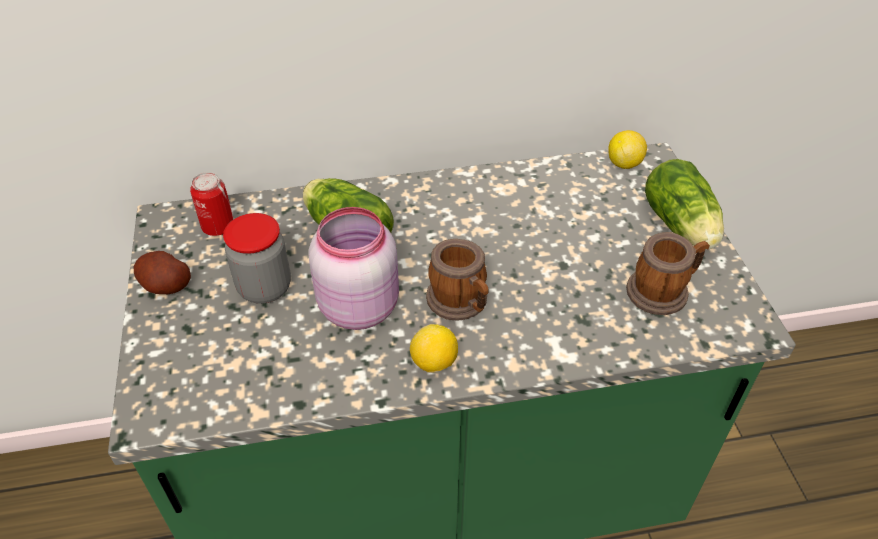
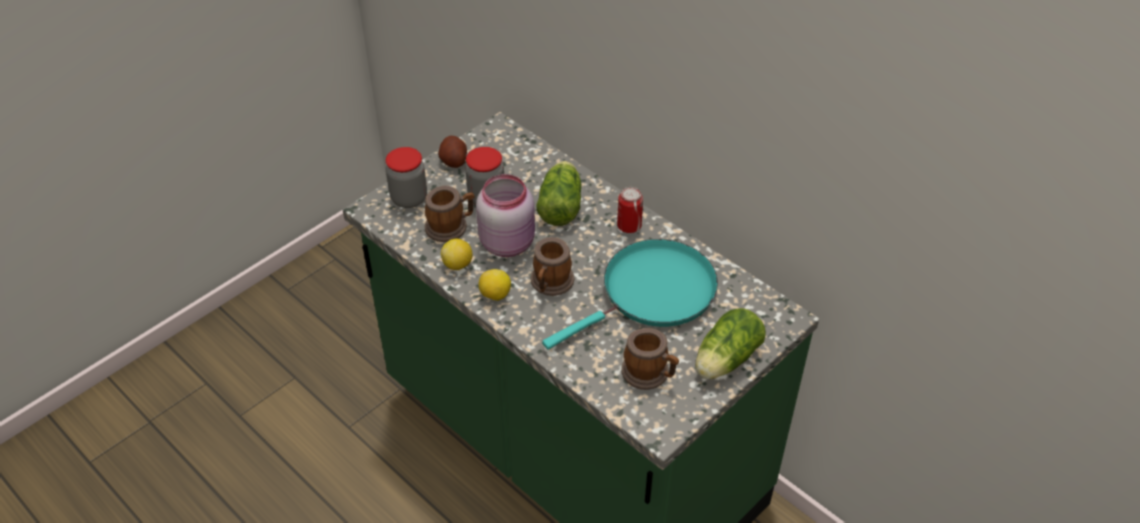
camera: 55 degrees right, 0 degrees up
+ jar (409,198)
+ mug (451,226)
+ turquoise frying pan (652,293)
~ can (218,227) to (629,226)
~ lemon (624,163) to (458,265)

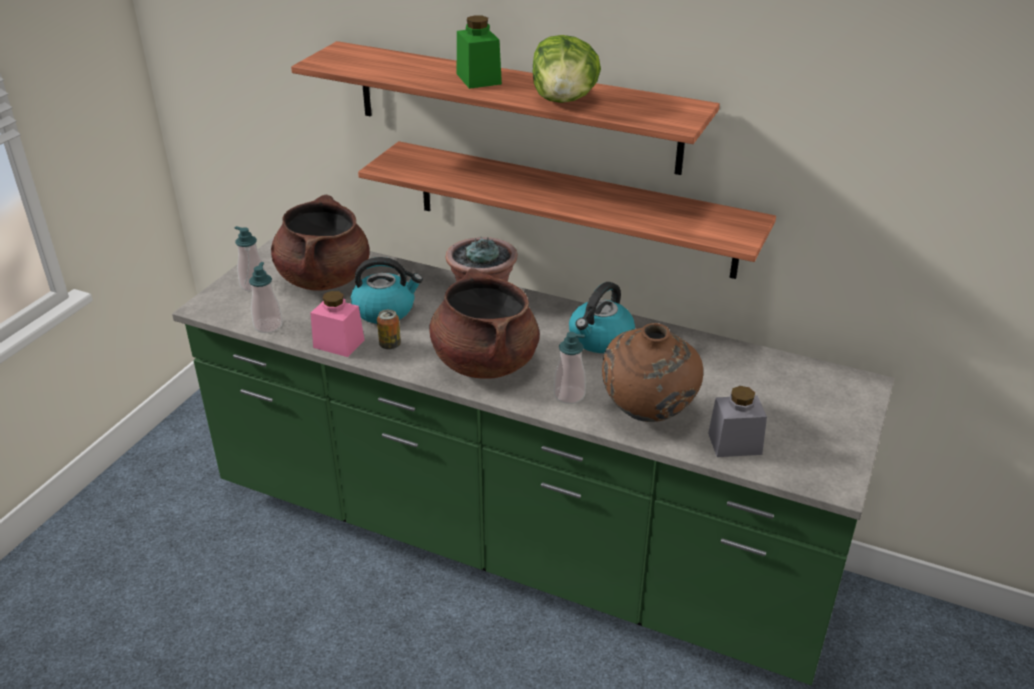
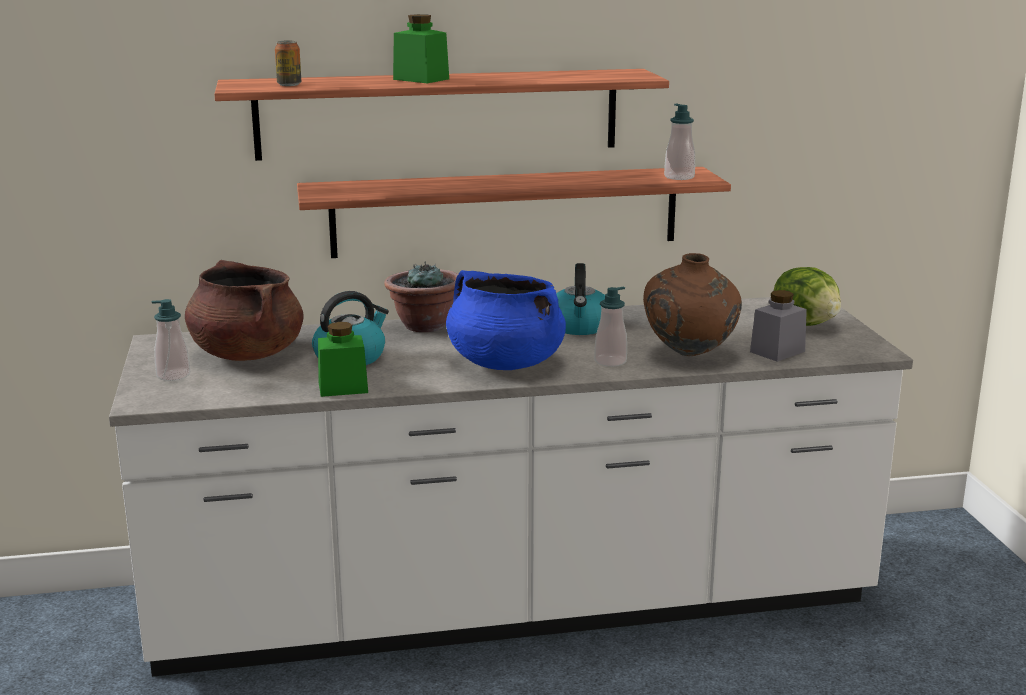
camera: 35 degrees left, 15 degrees down
~ soap dispenser (268,326) to (679,177)
~ can (390,345) to (289,84)
~ lettuce (564,100) to (806,323)
~ green counter (517,539) to white counter (513,604)
~ pink jar (339,344) to green jar (343,387)
~ brown cooking pot (484,362) to blue cooking pot (504,363)

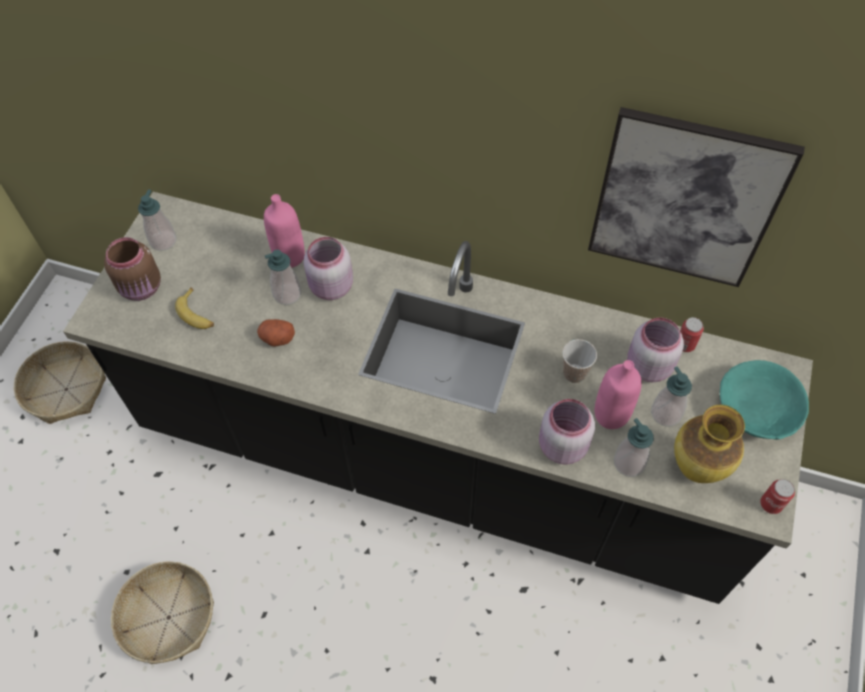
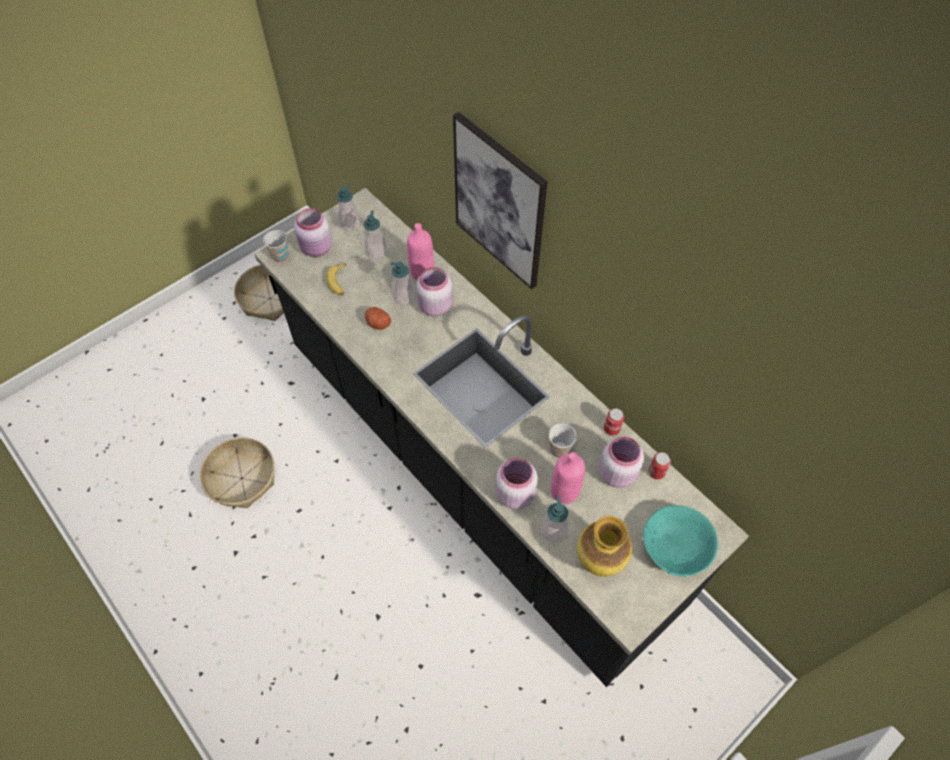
camera: 30 degrees right, 0 degrees up
+ cup (280,256)
~ picture (685,200) to (499,203)
~ soap dispenser (666,413) to (376,251)
~ can (771,504) to (611,429)
~ brown jar (142,288) to pink jar (317,249)

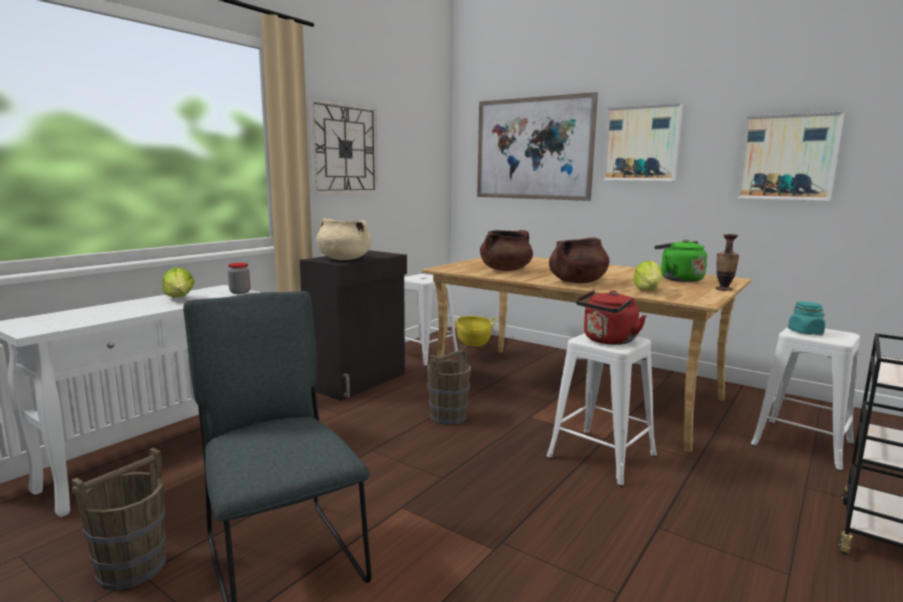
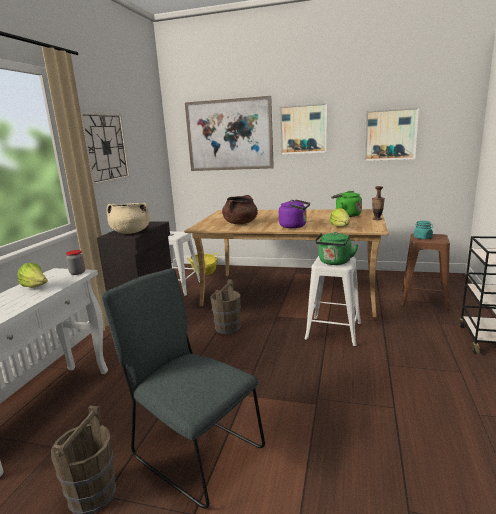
camera: 20 degrees left, 5 degrees up
~ brown cooking pot (577,282) to purple kettle (294,226)
~ red kettle (607,341) to green kettle (334,262)
~ white stool (801,444) to brown stool (423,299)

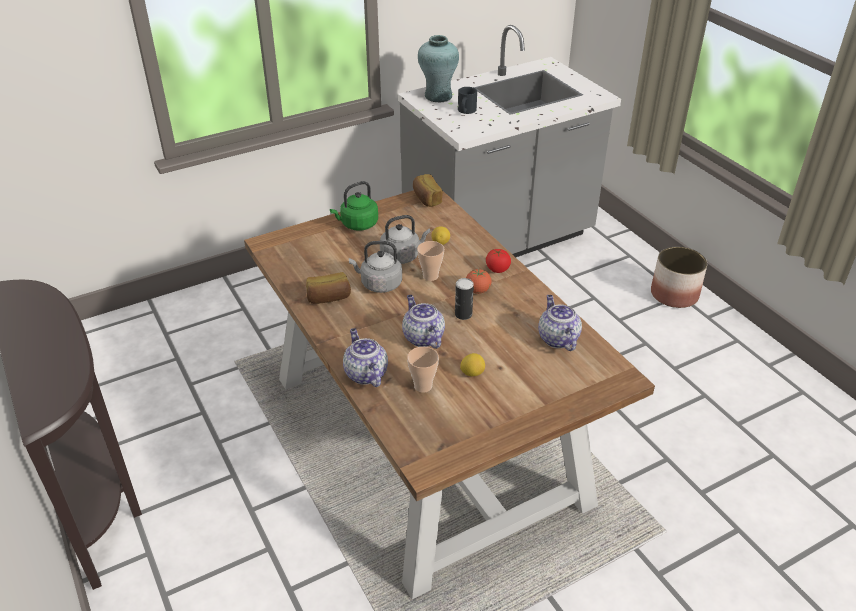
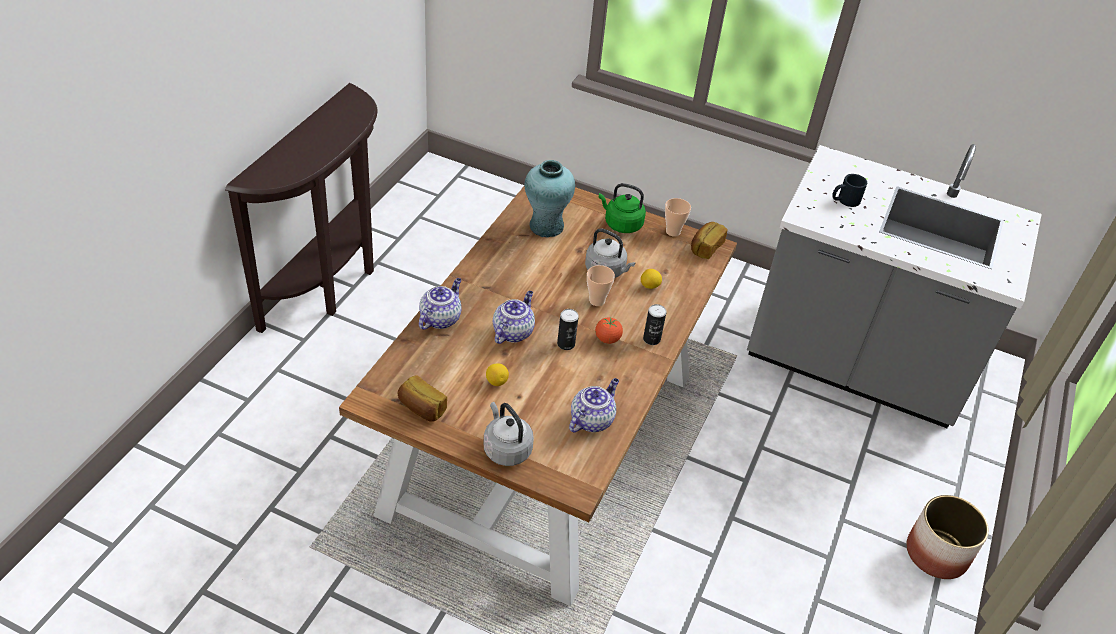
camera: 50 degrees right, 5 degrees up
~ bread (328,298) to (421,408)
~ grey kettle (379,284) to (506,448)
~ cup (423,386) to (673,231)
~ turquoise vase (438,96) to (546,226)
~ tomato (497,269) to can (651,339)

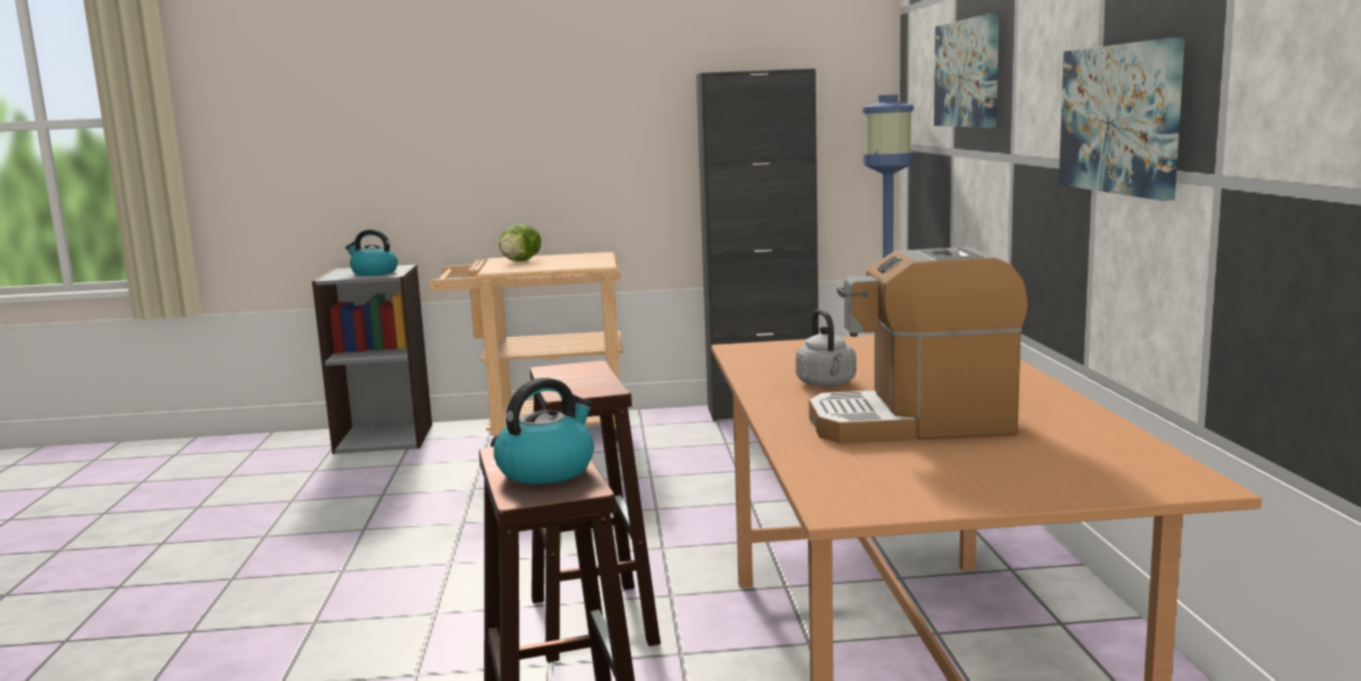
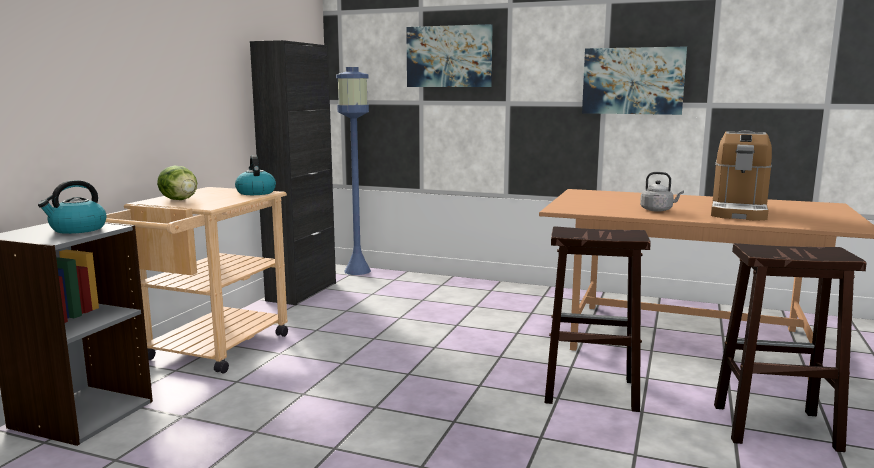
camera: 65 degrees left, 0 degrees up
~ kettle (547,470) to (255,192)

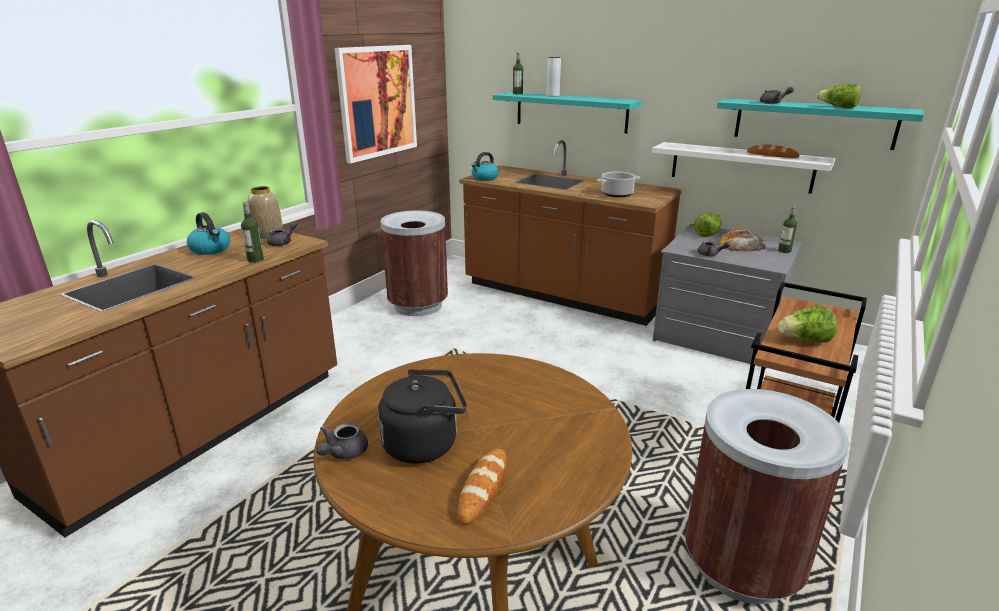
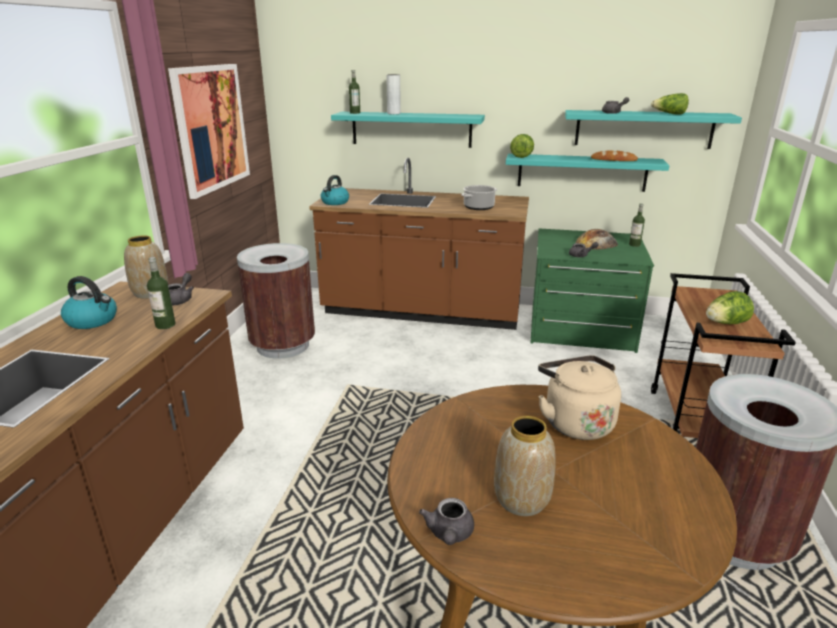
camera: 20 degrees left, 0 degrees up
- bread (483,488)
+ beige kettle (575,422)
~ lettuce (707,234) to (522,156)
~ black kettle (425,443) to vase (522,500)
~ white shelf (741,167) to turquoise shelf (581,172)
~ grey dresser (718,335) to green dresser (580,328)

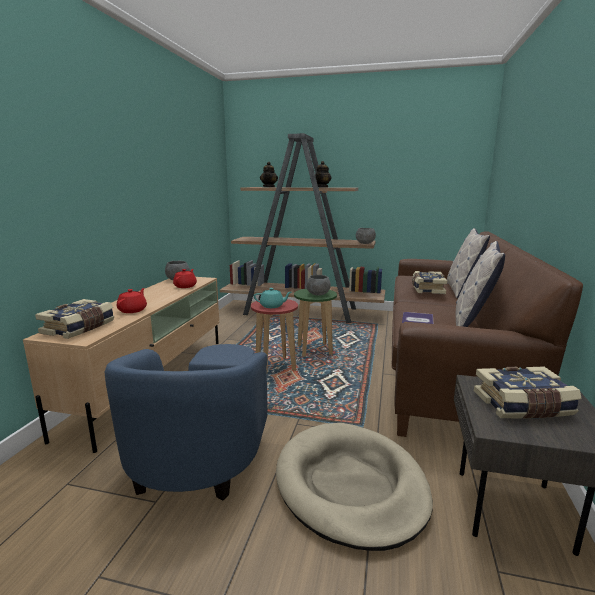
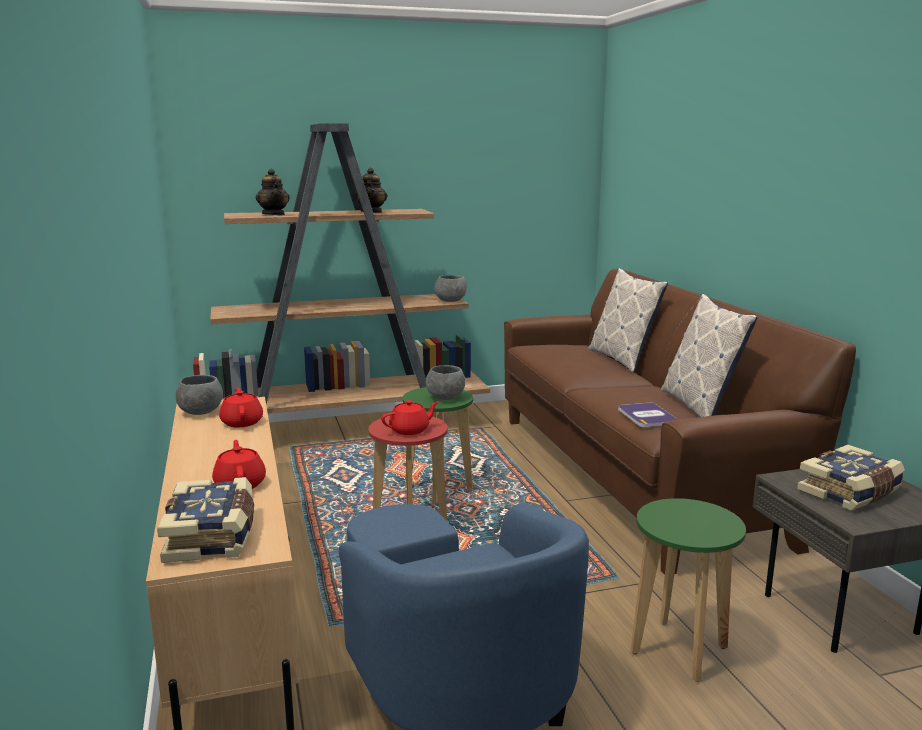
camera: 30 degrees left, 0 degrees up
- book (427,289)
~ beige dog bed (350,486) to green stool (679,650)
~ turquoise teapot (272,306) to red teapot (410,430)

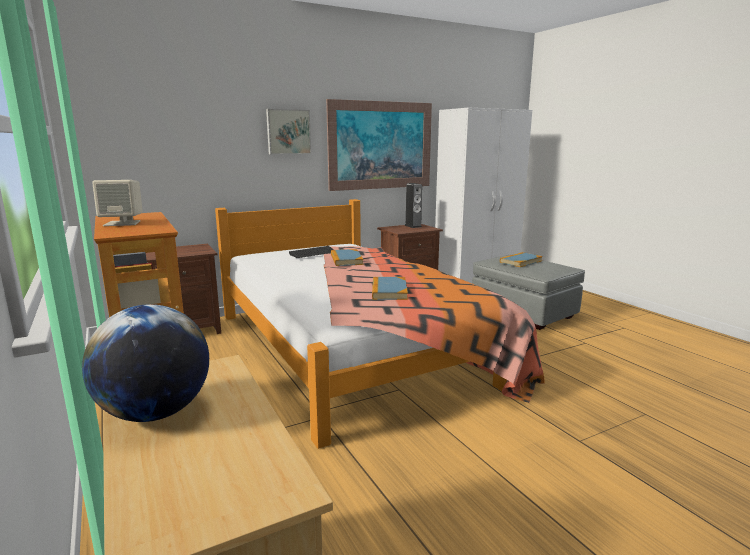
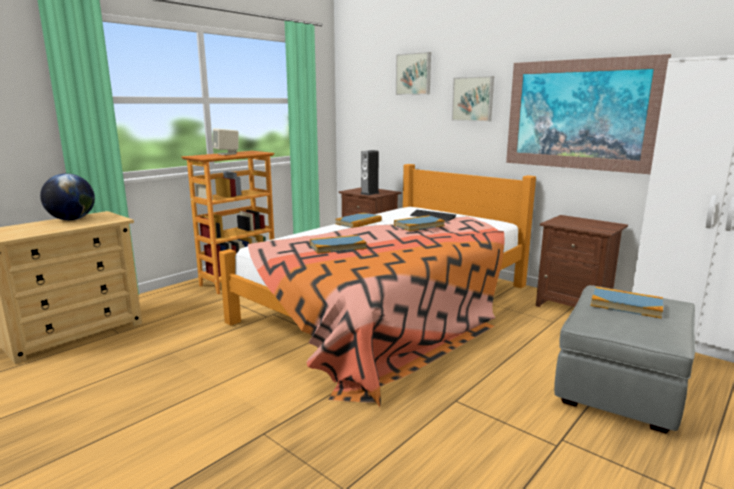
camera: 70 degrees right, 0 degrees up
+ book (358,222)
+ picture (414,74)
~ speaker (413,226) to (369,193)

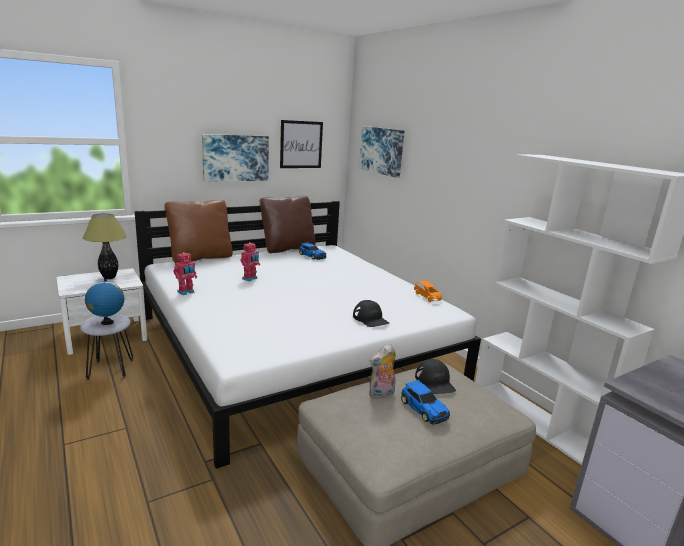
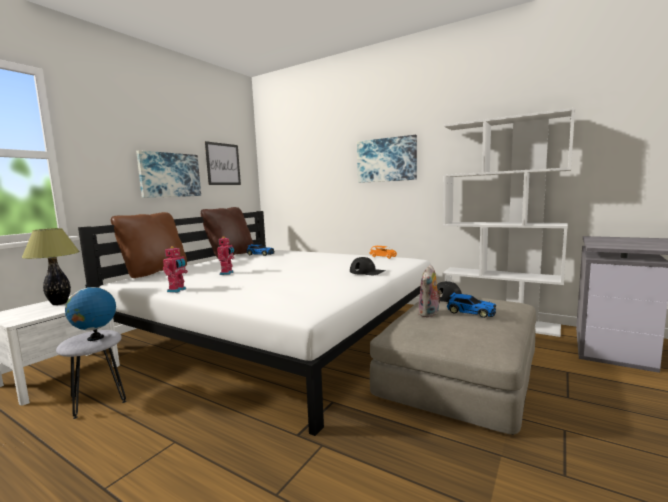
camera: 25 degrees left, 10 degrees down
~ picture (382,150) to (386,160)

